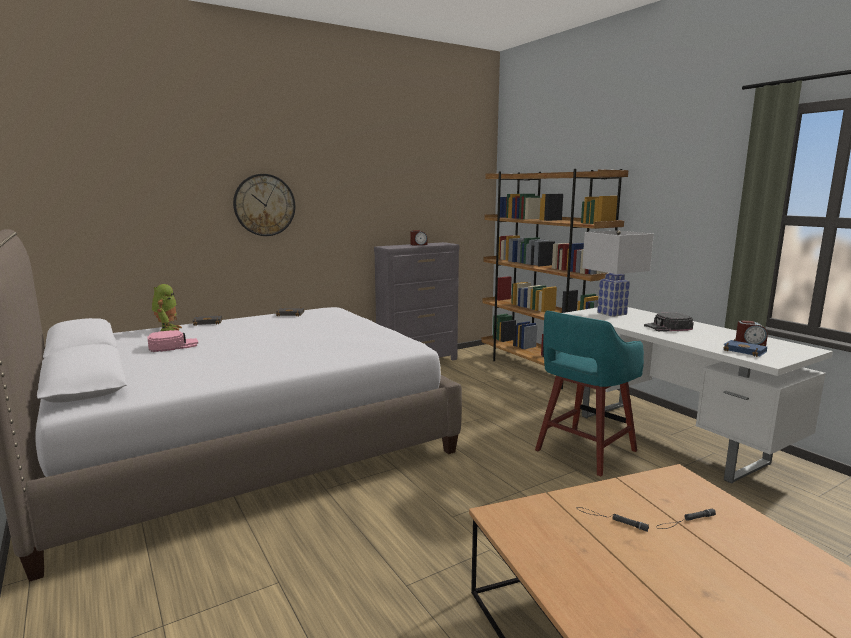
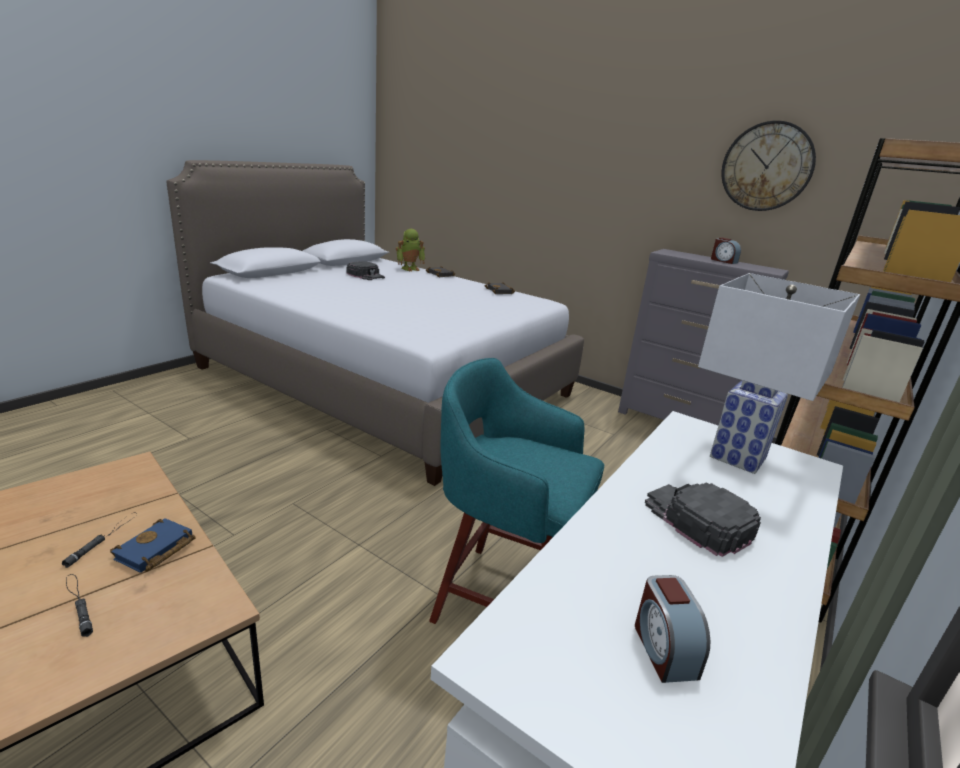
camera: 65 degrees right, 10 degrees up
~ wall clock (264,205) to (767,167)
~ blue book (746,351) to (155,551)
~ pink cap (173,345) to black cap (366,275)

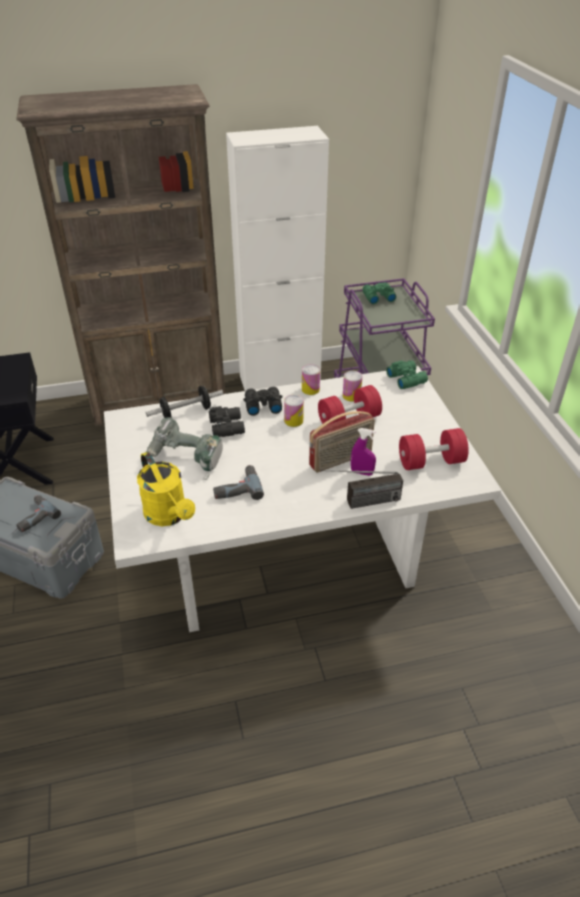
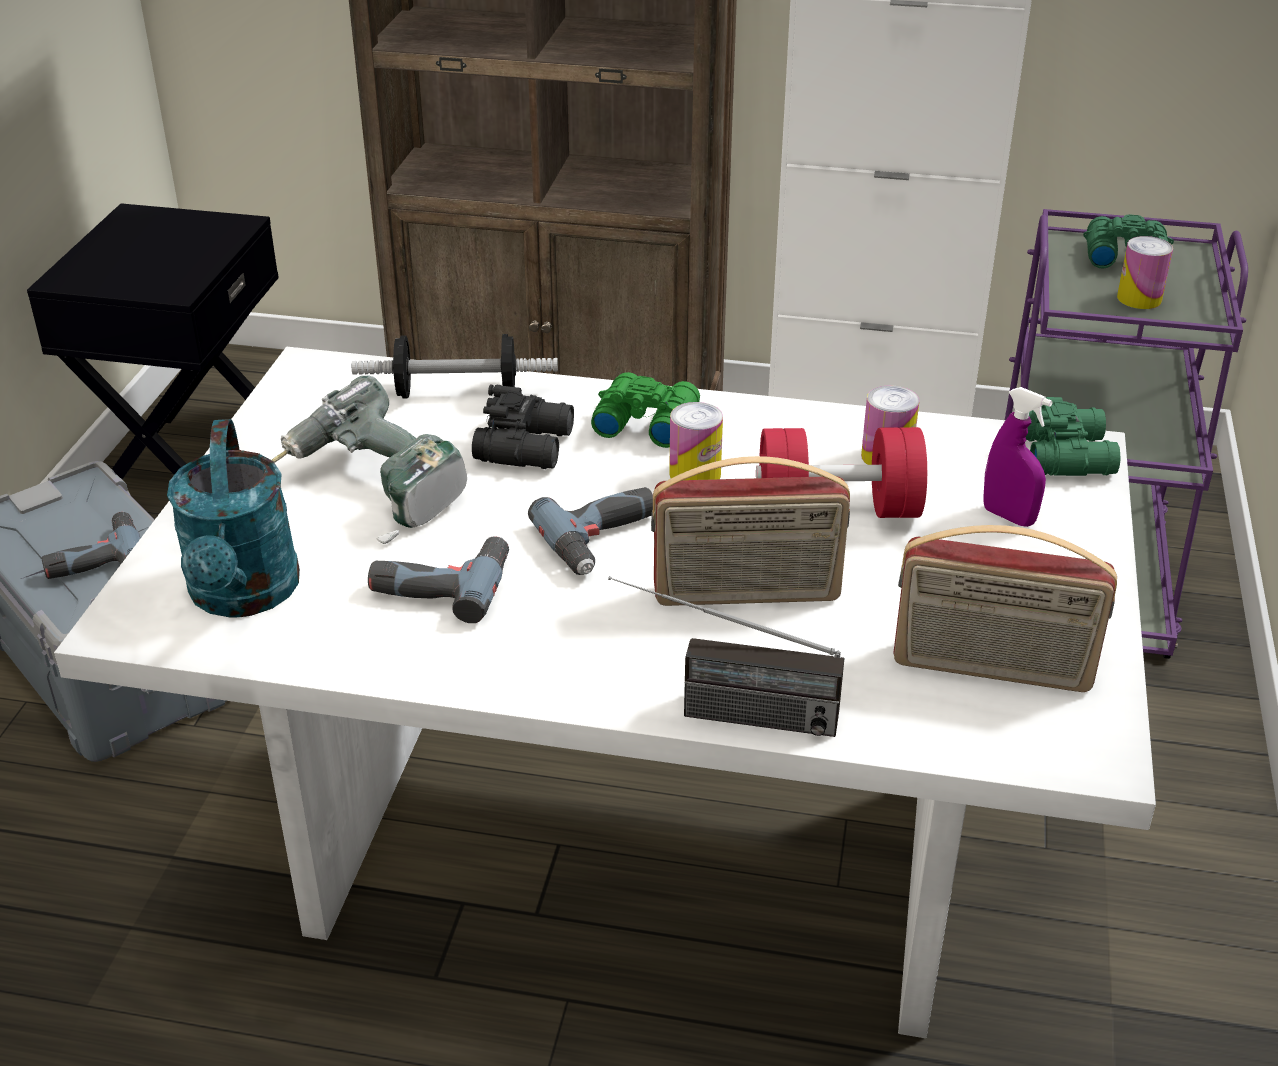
camera: 25 degrees right, 5 degrees down
+ power drill (605,540)
~ can (310,389) to (1139,298)
~ purple spray bottle (362,472) to (1008,516)
~ red dumbbell (431,461) to radio (991,669)
~ yellow watering can (169,516) to turquoise watering can (243,596)
~ black binoculars (262,405) to green binoculars (644,422)

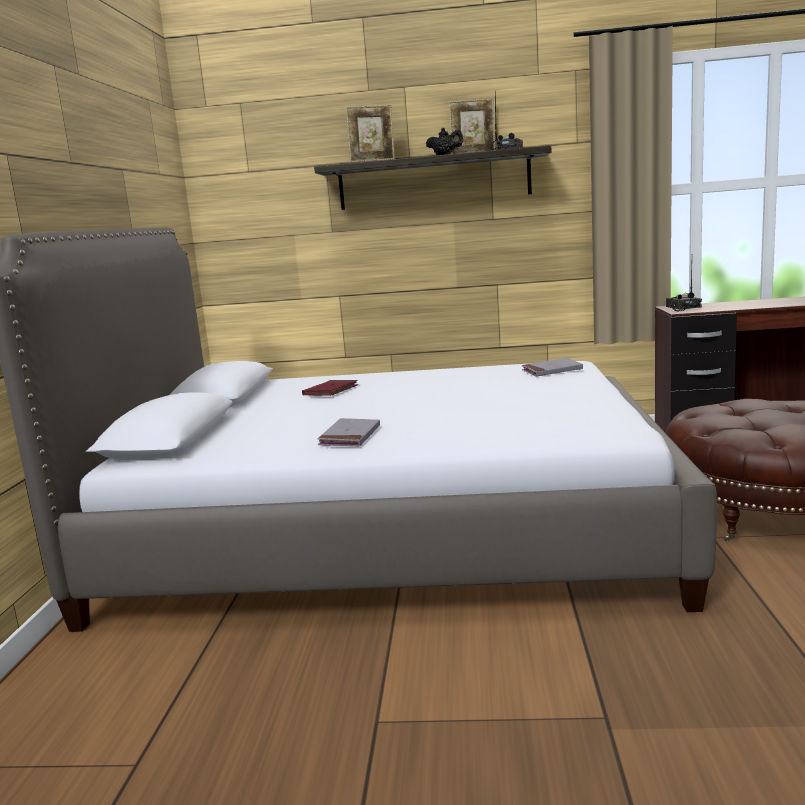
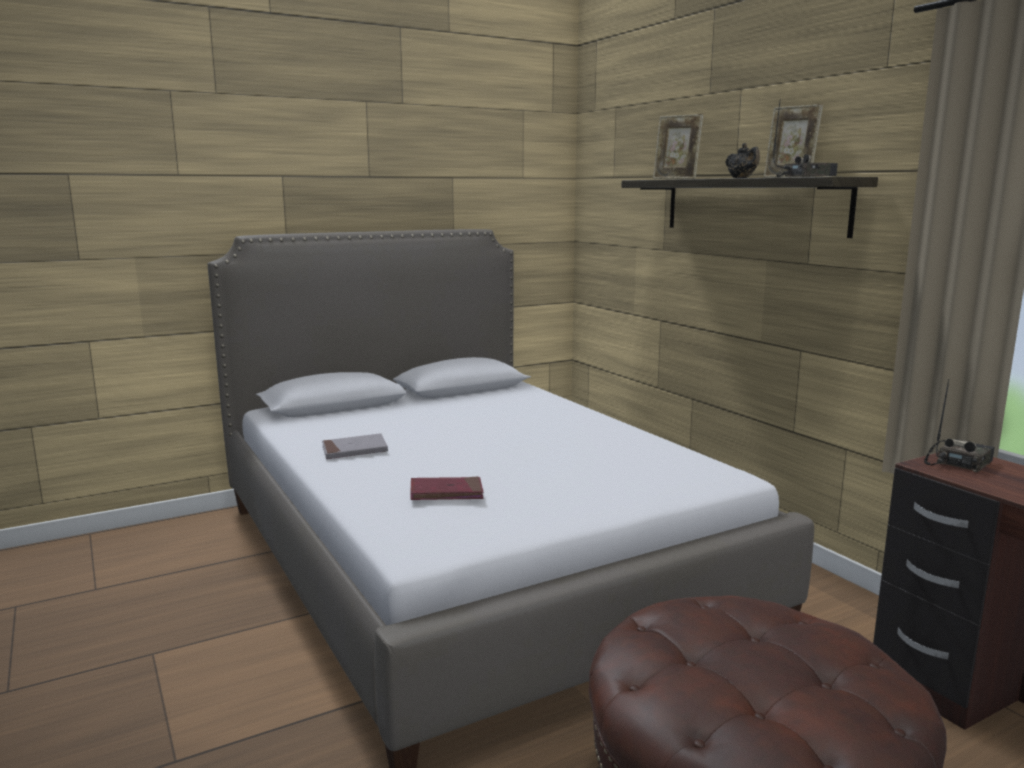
camera: 55 degrees right, 0 degrees up
- grey book (552,370)
~ red book (330,391) to (446,492)

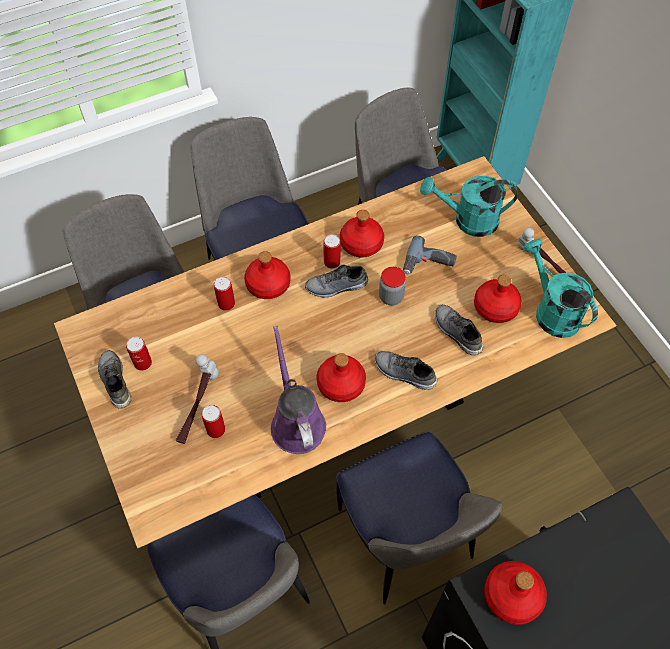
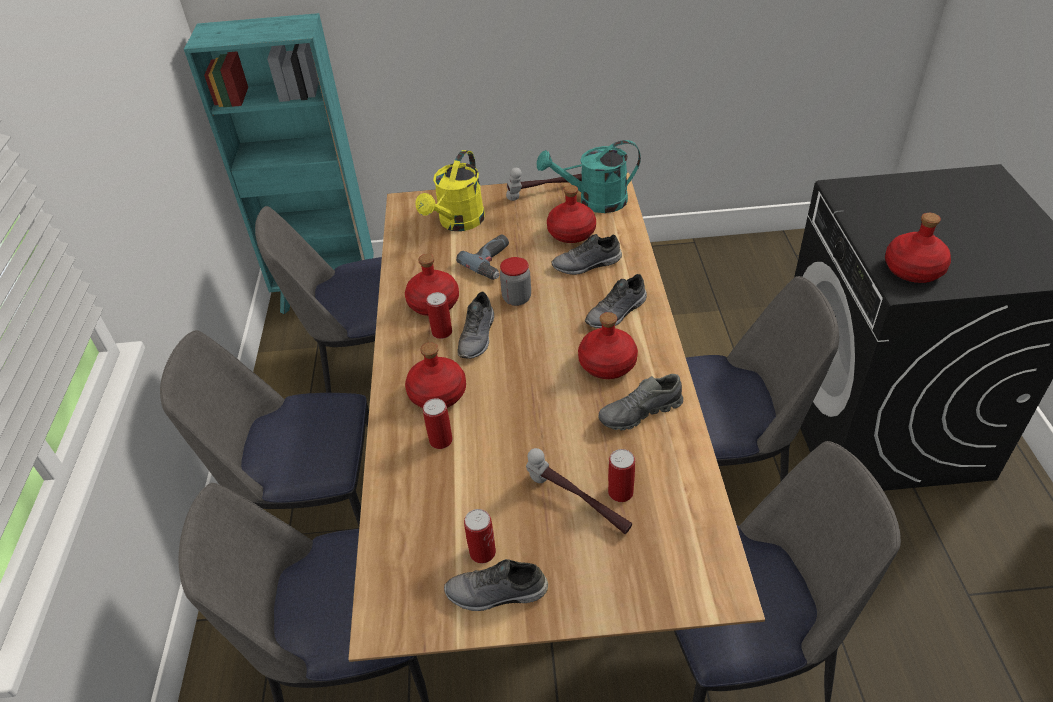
camera: 65 degrees left, 15 degrees down
~ purple watering can (296,421) to grey shoe (640,413)
~ turquoise watering can (468,220) to yellow watering can (458,223)

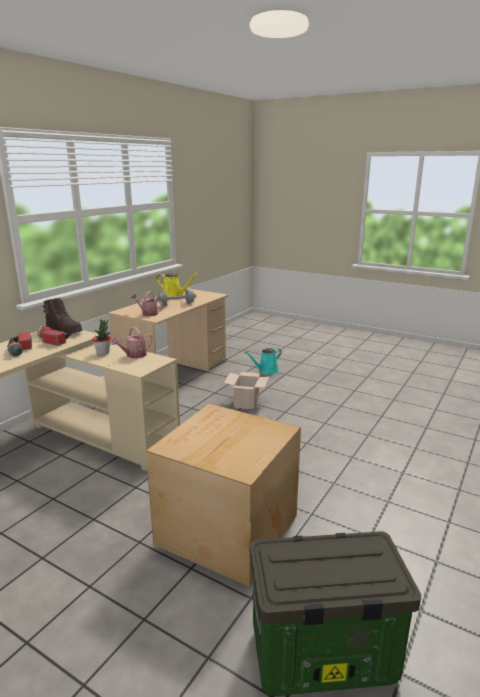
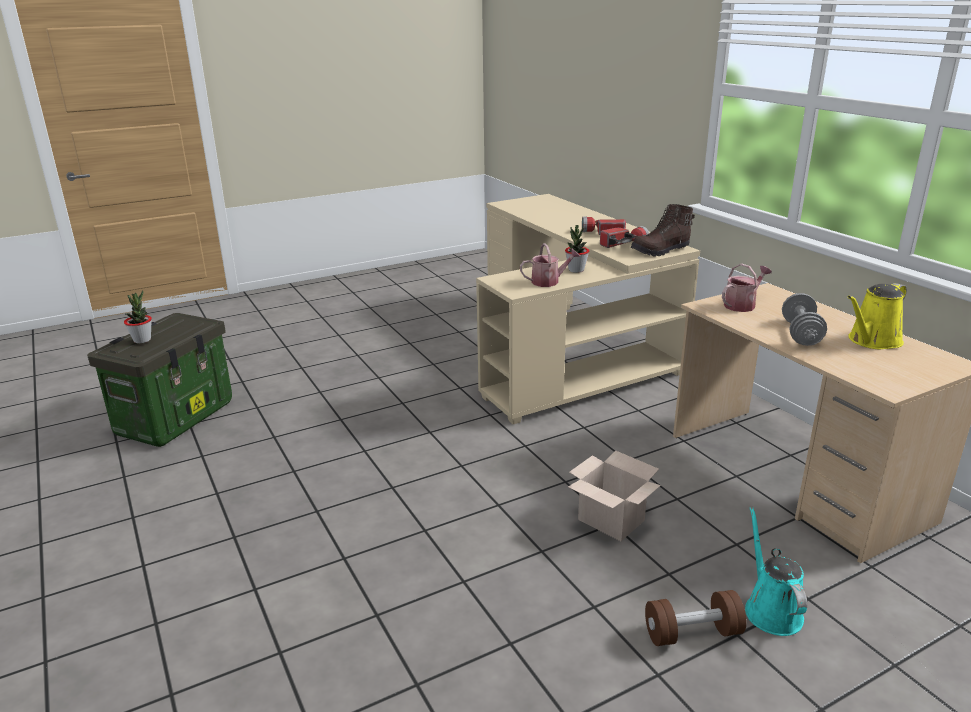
camera: 120 degrees right, 5 degrees up
- cardboard box (225,530)
+ potted plant (142,340)
+ brown dumbbell (692,633)
~ watering can (134,355) = (549,281) 90 degrees clockwise

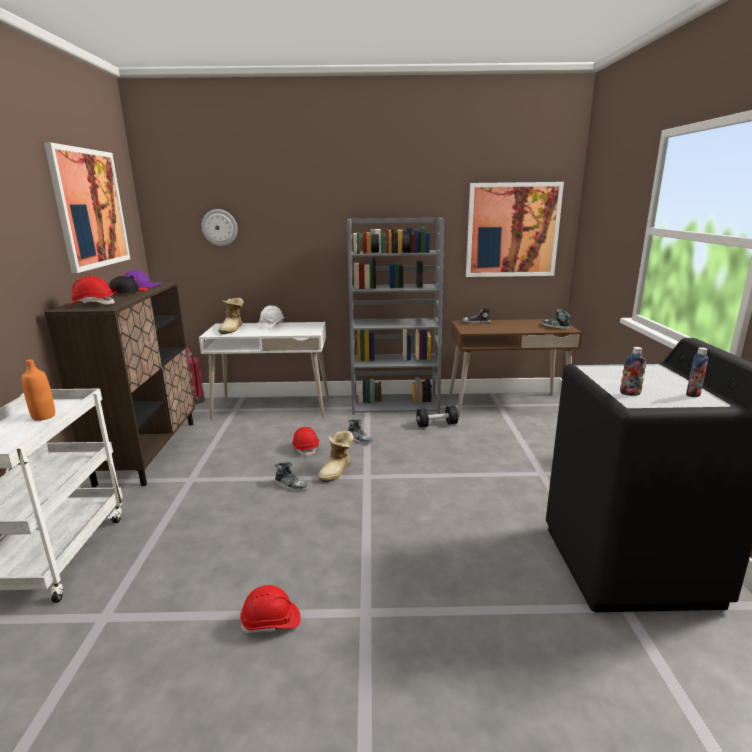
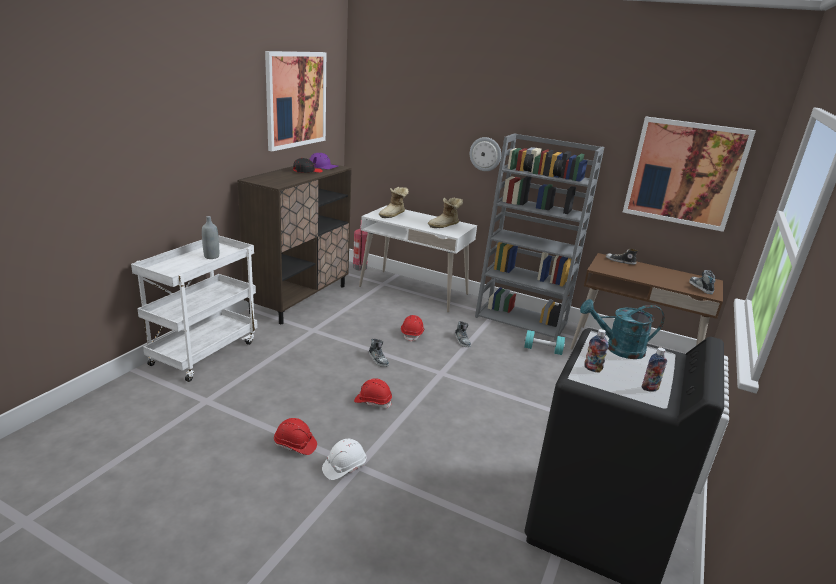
camera: 25 degrees right, 5 degrees up
+ turquoise watering can (618,349)
~ red hard hat (92,305) to (373,401)
~ wall clock (219,227) to (485,154)
~ white hard hat (271,325) to (344,467)
~ boot (337,471) to (445,225)
~ orange bottle (43,416) to grey bottle (211,256)
~ black dumbbell (436,424) to turquoise dumbbell (543,350)

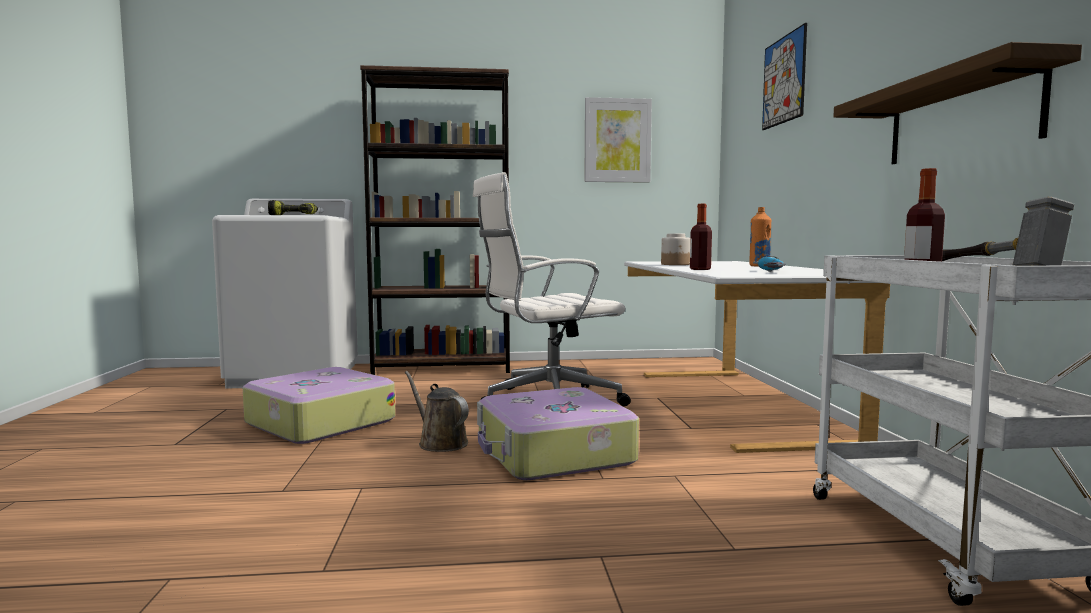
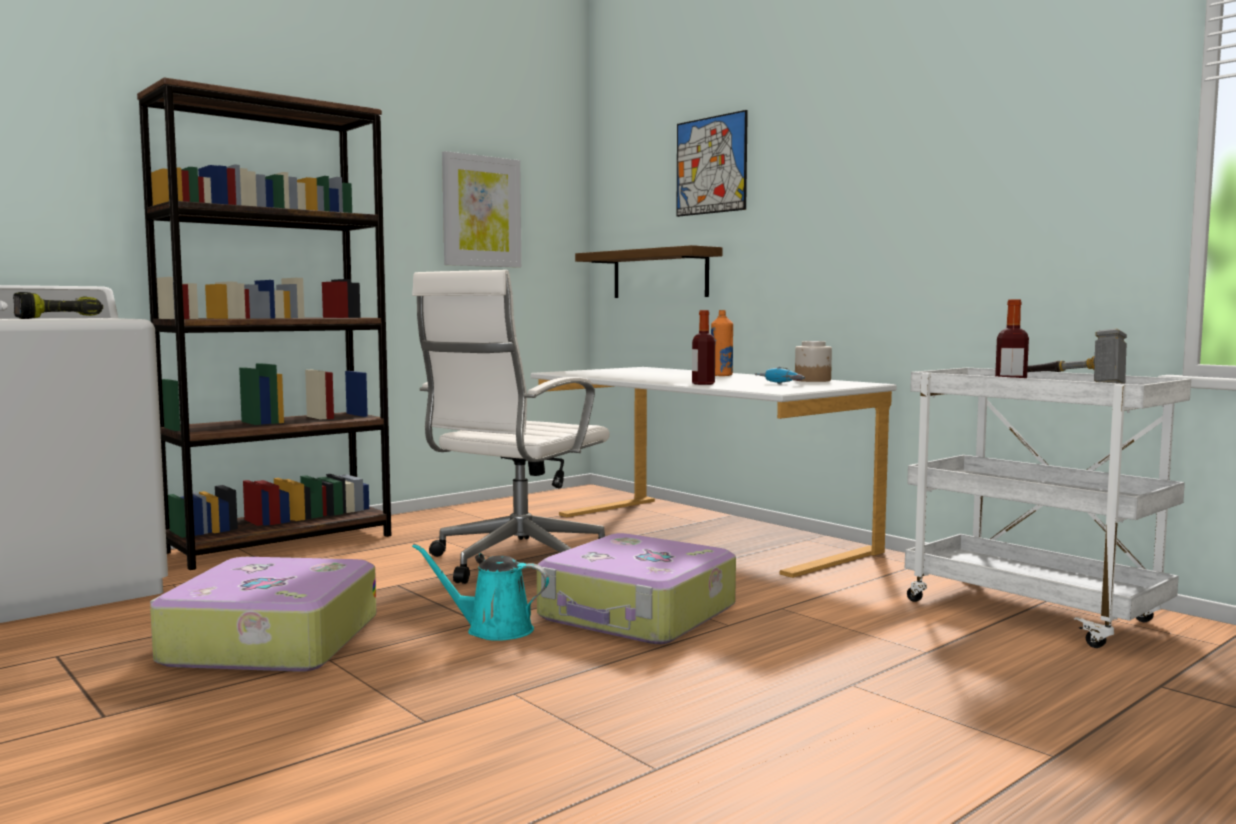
camera: 35 degrees left, 0 degrees up
~ jar (675,264) to (813,380)
~ shelf (960,117) to (659,274)
~ brown watering can (440,443) to turquoise watering can (493,630)

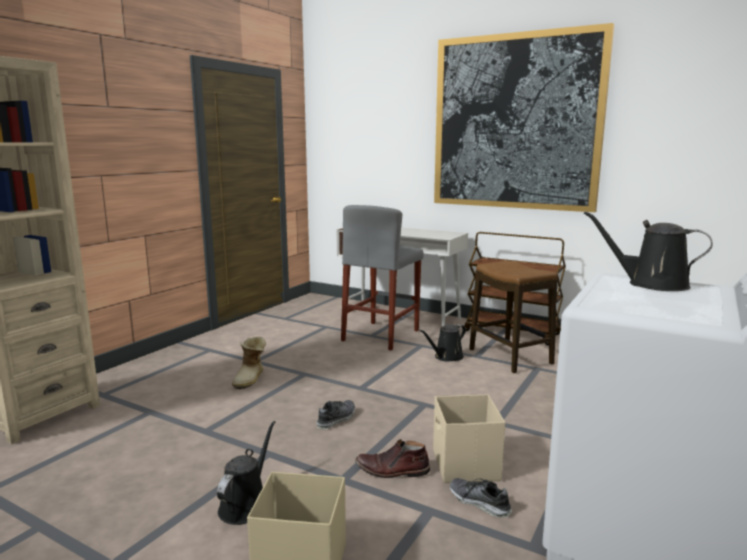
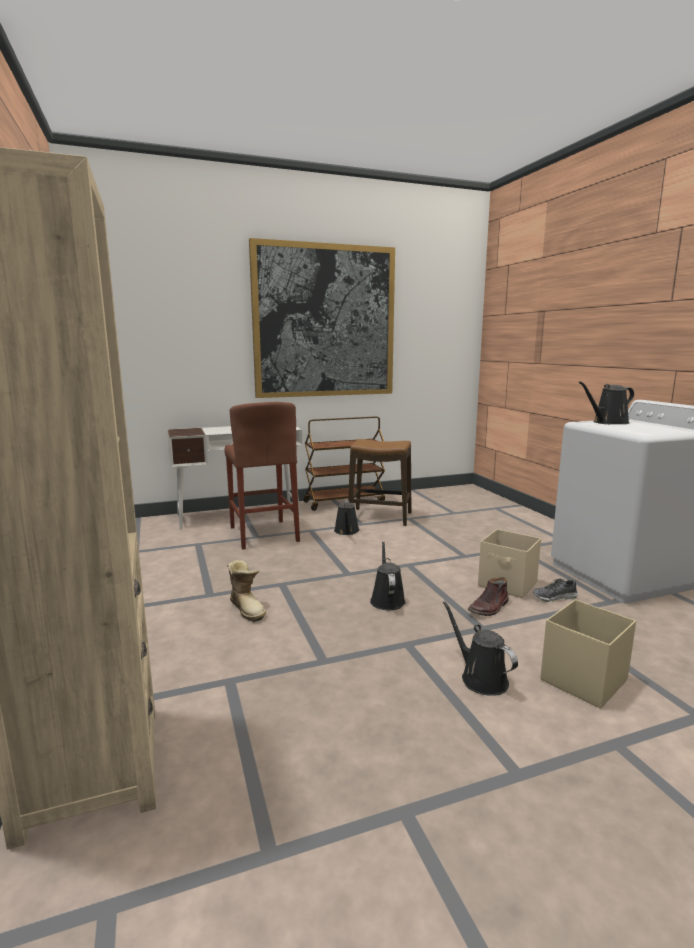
camera: 50 degrees left, 0 degrees up
~ shoe (336,419) to black watering can (387,600)
~ grey stool (381,335) to brown stool (263,534)

